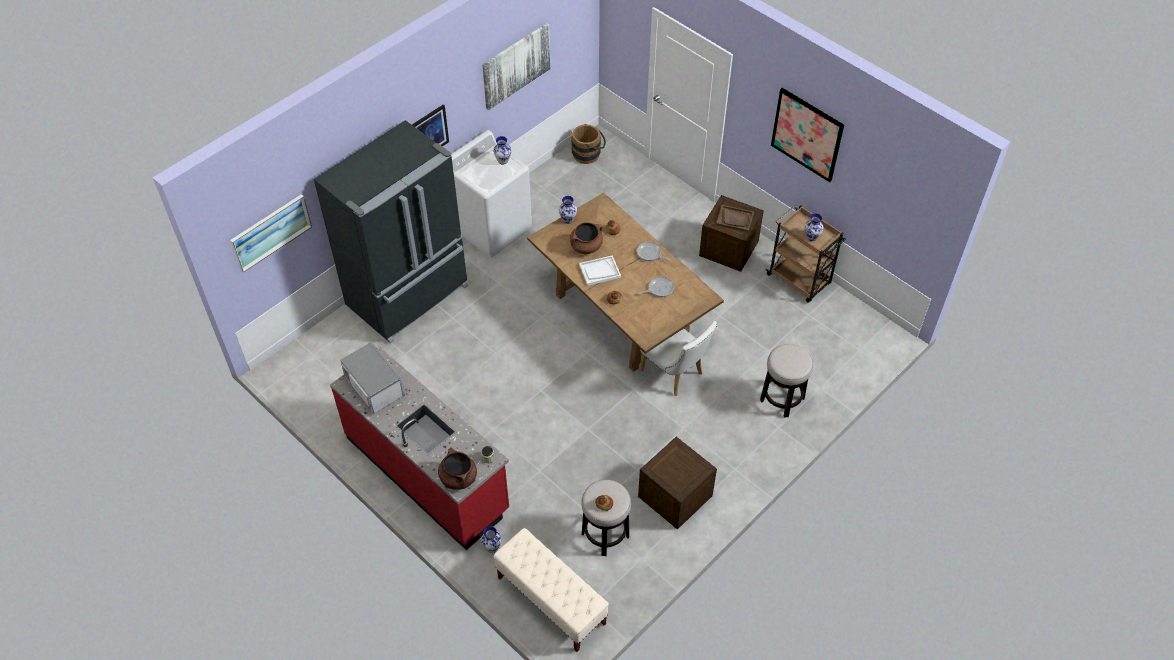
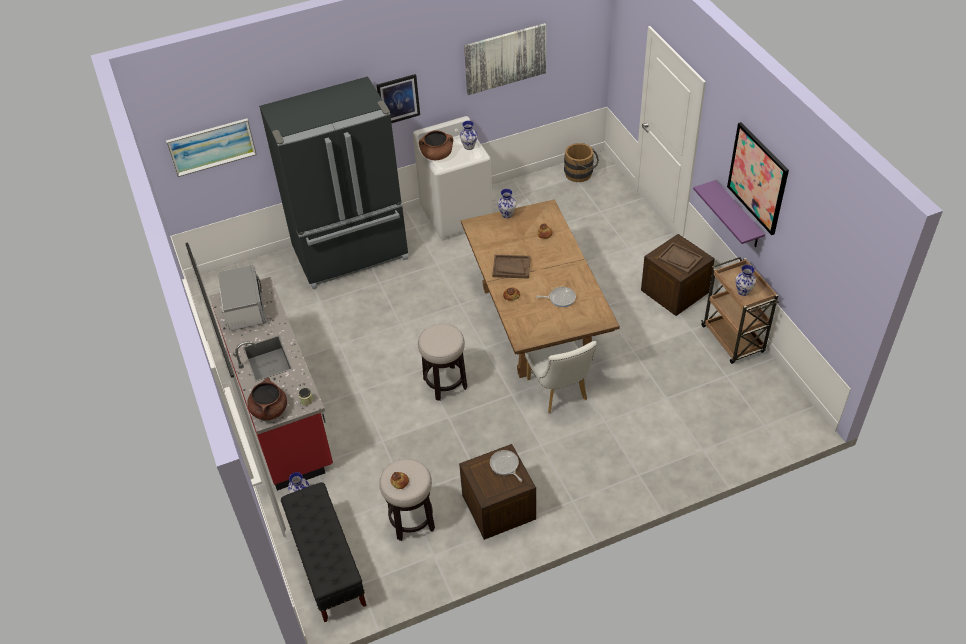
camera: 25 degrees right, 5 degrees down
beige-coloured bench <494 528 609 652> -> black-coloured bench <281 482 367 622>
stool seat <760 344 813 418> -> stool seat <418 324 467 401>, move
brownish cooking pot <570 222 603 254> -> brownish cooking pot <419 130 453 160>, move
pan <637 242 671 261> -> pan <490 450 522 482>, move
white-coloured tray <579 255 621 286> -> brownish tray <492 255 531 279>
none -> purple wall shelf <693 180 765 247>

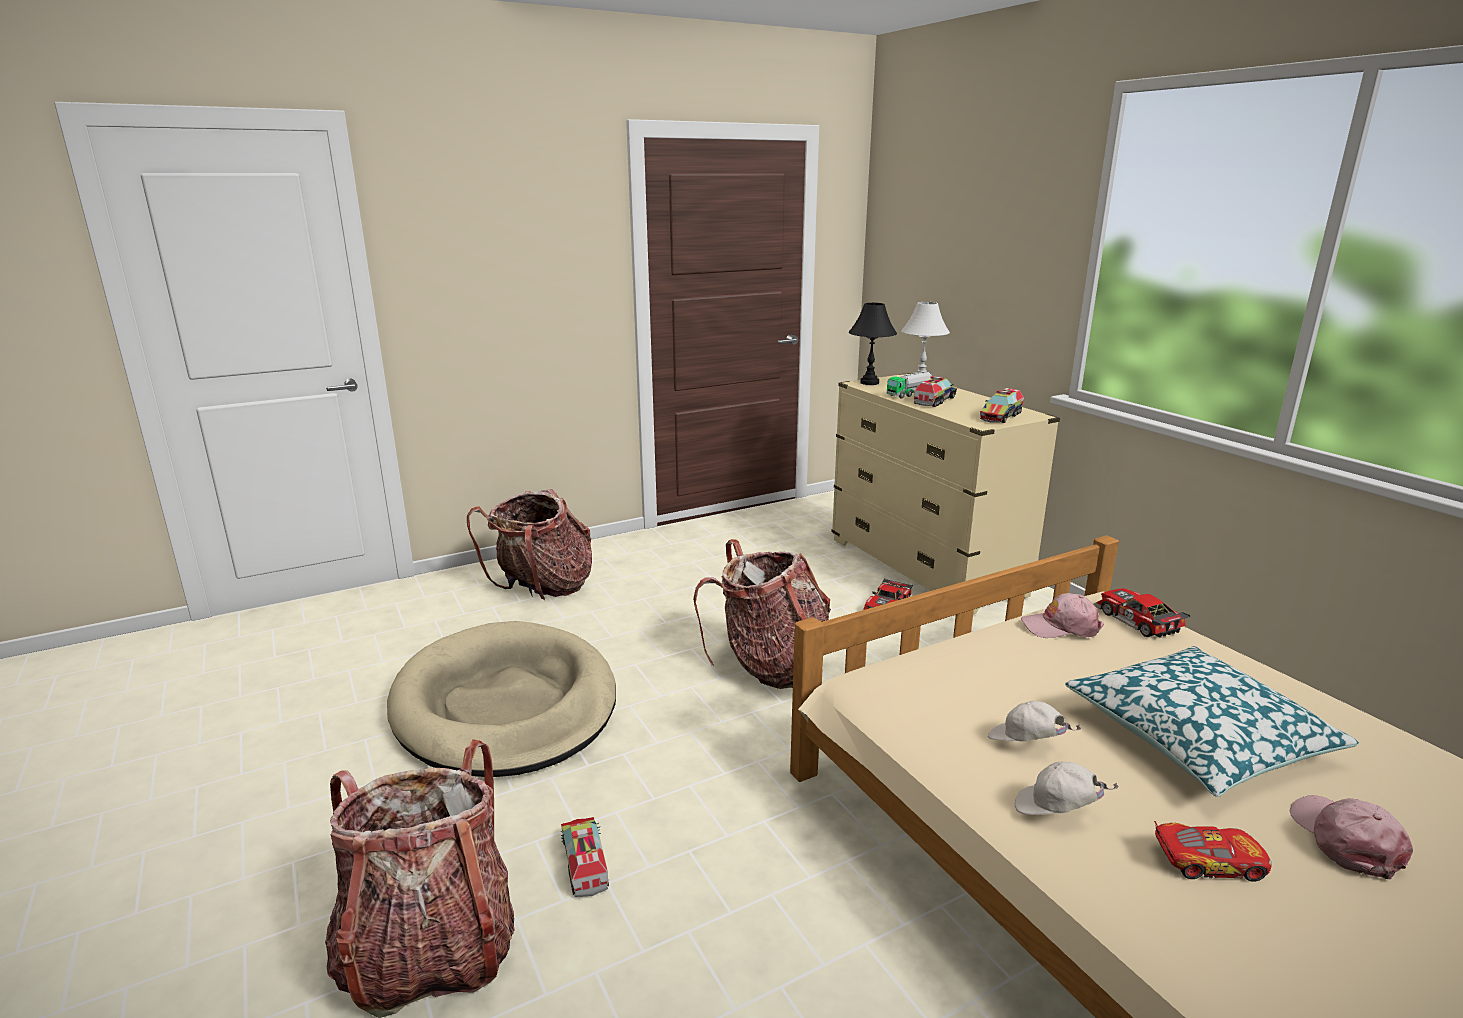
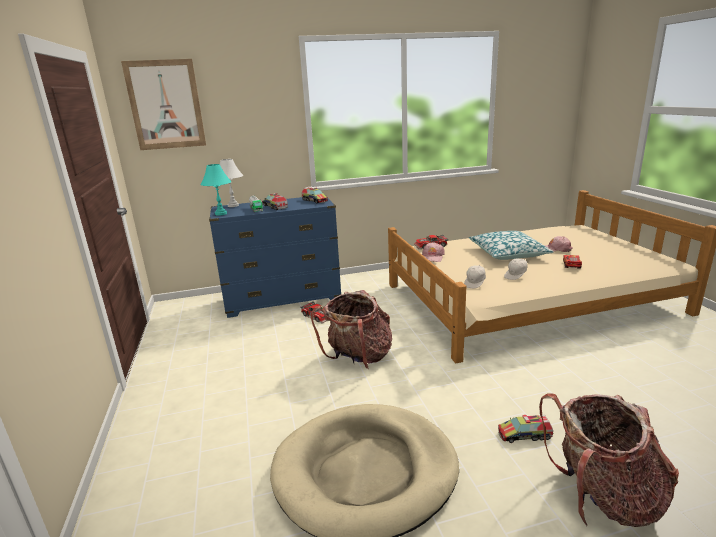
camera: 75 degrees left, 0 degrees up
none -> picture <121 59 206 150>
black-coloured table lamp <849 303 897 385> -> turquoise-coloured table lamp <200 164 232 216>
beige-coloured dresser <832 373 1060 614> -> blue-coloured dresser <209 197 341 318>
white-coloured baseball cap <1015 762 1118 815> -> white-coloured baseball cap <464 264 486 288>, move
rucksack <467 489 592 600> -> none

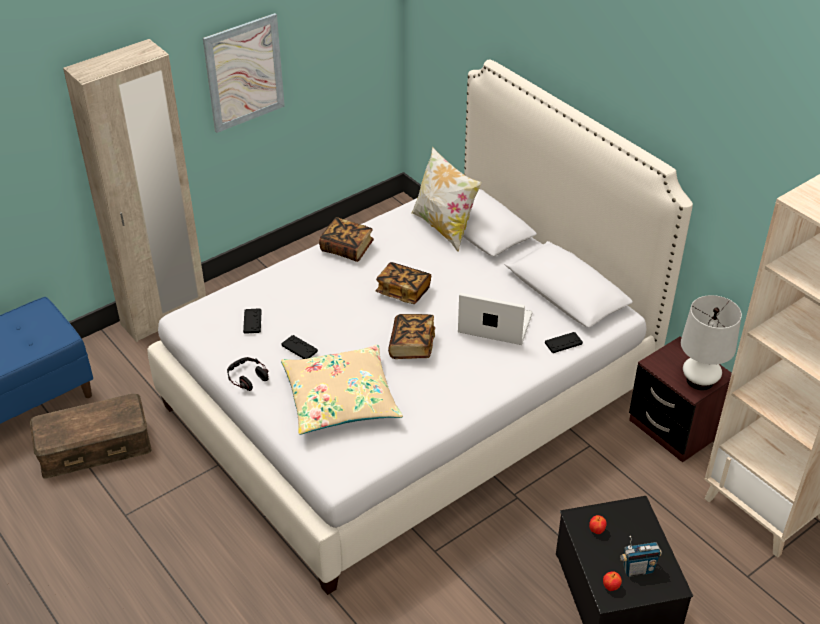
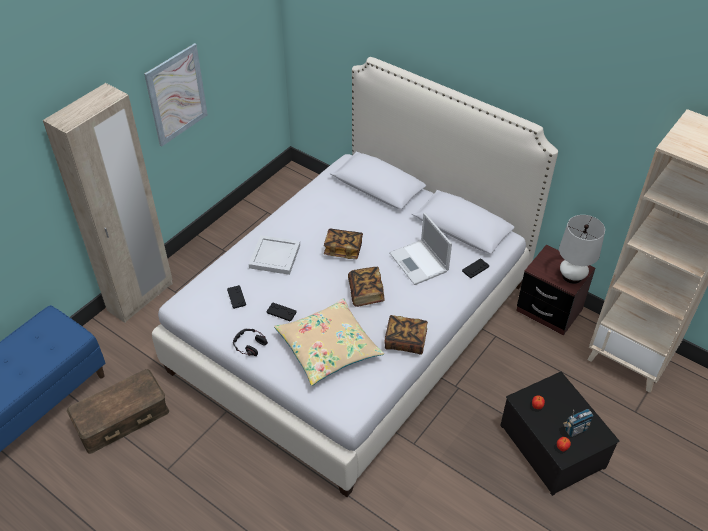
camera: 15 degrees left, 5 degrees up
none -> white-coloured tray <249 235 300 275>
volume <319 217 374 262> -> volume <384 315 428 355>, move
notebook computer <458 293 533 345> -> notebook computer <389 213 452 285>, 120 degrees counterclockwise
cushion <411 147 482 252> -> none

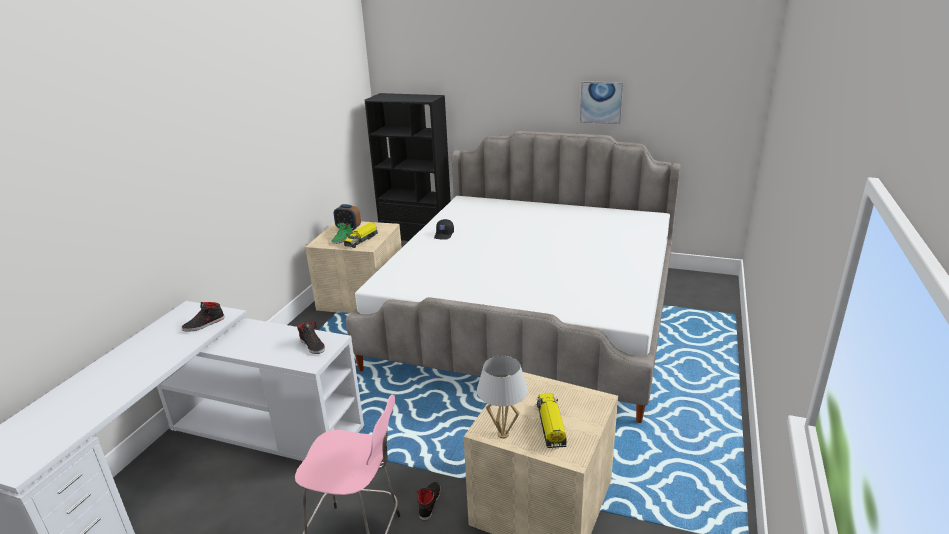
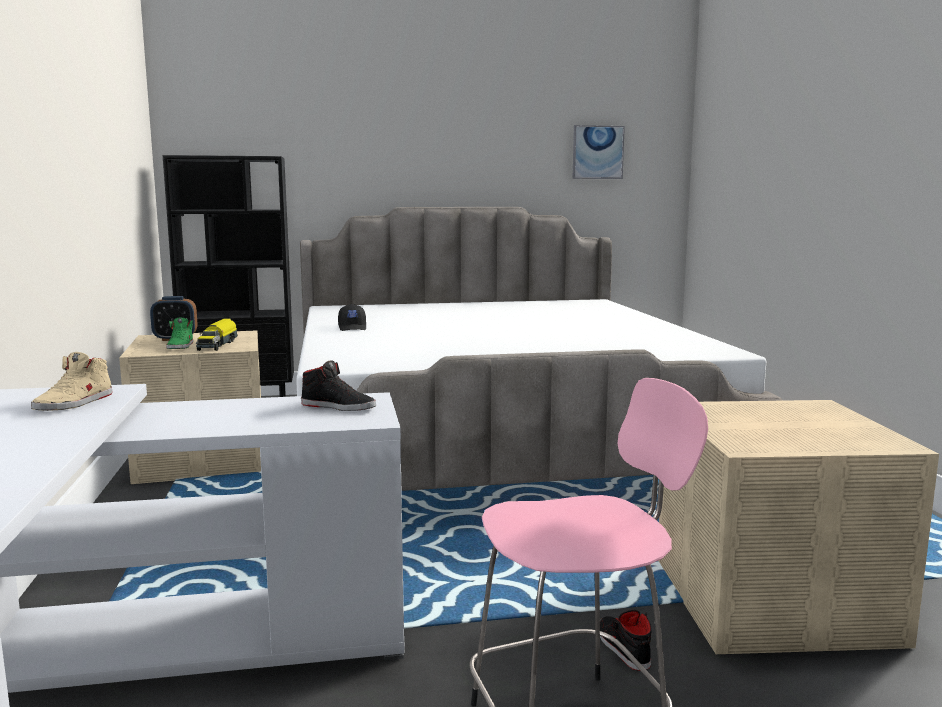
camera: 30 degrees left, 15 degrees down
black-coloured item of footwear <182 302 224 332> -> beige-coloured item of footwear <31 352 112 411>
picture <580 81 623 124> -> picture <573 125 625 179>, move
white-coloured table lamp <477 356 528 439> -> none
model truck <537 394 567 448> -> none

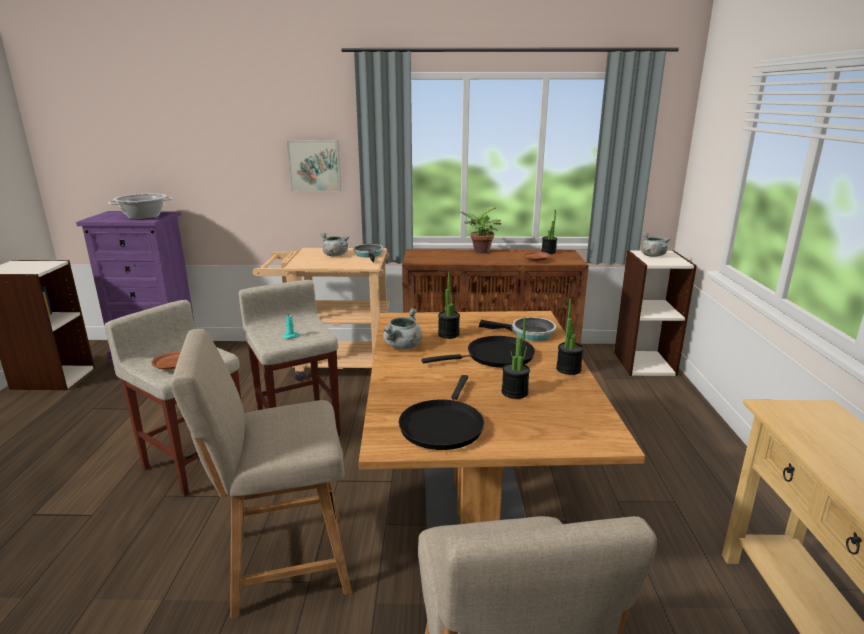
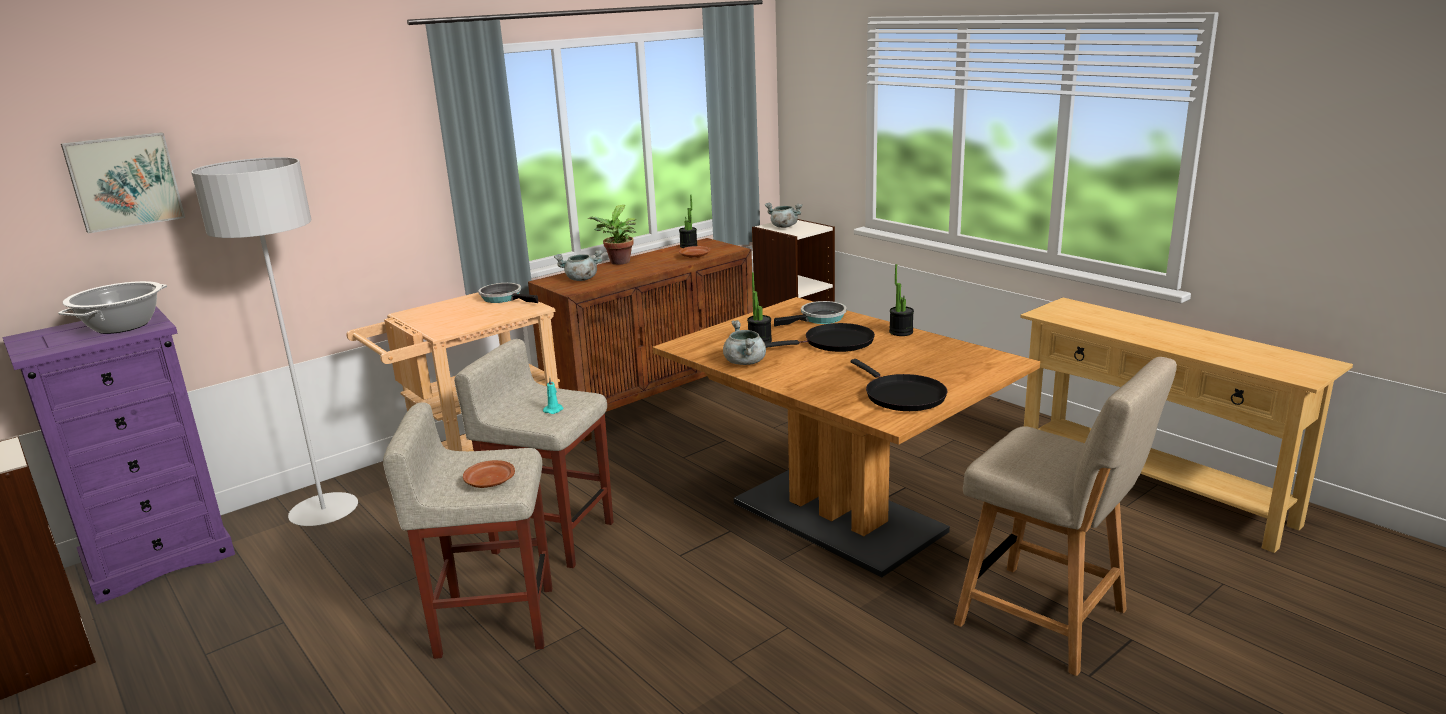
camera: 40 degrees left, 0 degrees up
picture <287 140 341 192> -> picture <61 132 185 233>, move
none -> gray standard lamp <191 157 358 526>
gray cooking pot <320 233 349 256> -> gray cooking pot <554 250 603 281>, move
black-coloured pan <421 336 535 368> -> black-coloured pan <765 323 875 352>, 45 degrees clockwise
beige-coloured upright chair <171 329 352 618> -> none
potted plant <501 317 530 399> -> none

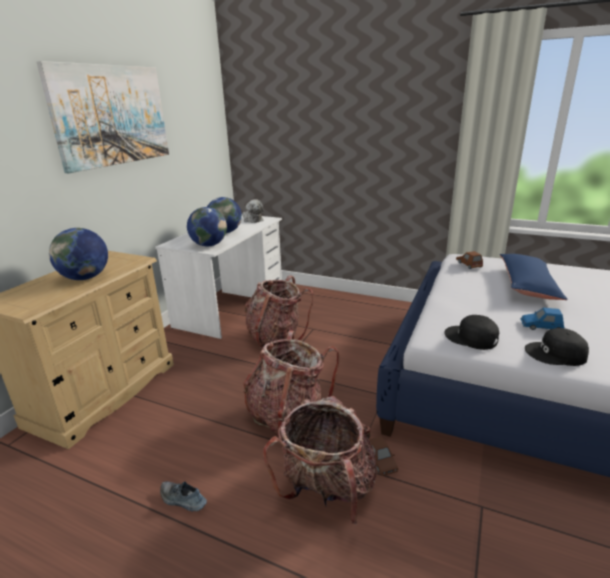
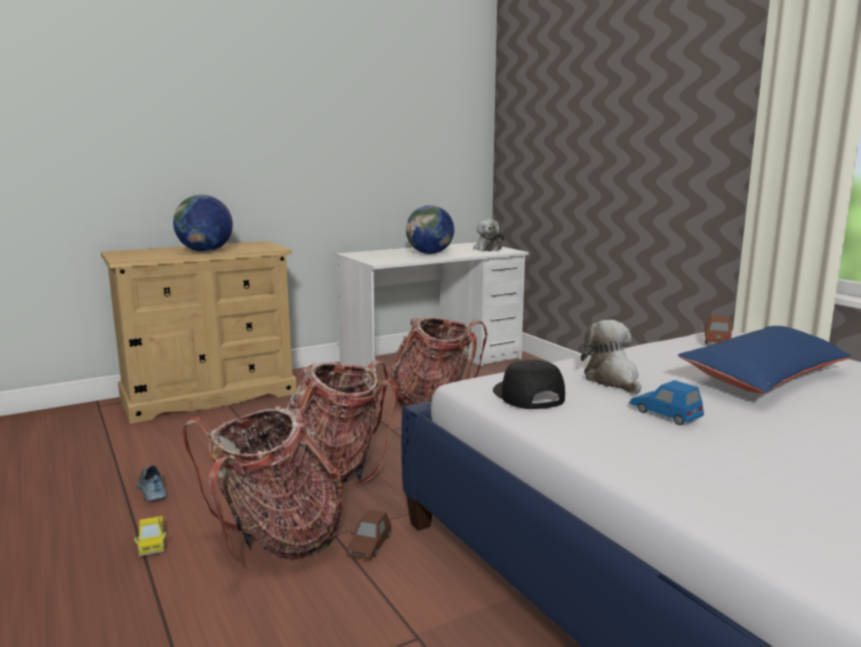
camera: 35 degrees right, 10 degrees down
none -> model truck <134 516 166 556>
none -> cuddly toy <581 320 641 394>
picture <36 61 169 173> -> none
world globe <187 207 227 247> -> none
black-coloured baseball cap <525 328 589 366> -> none

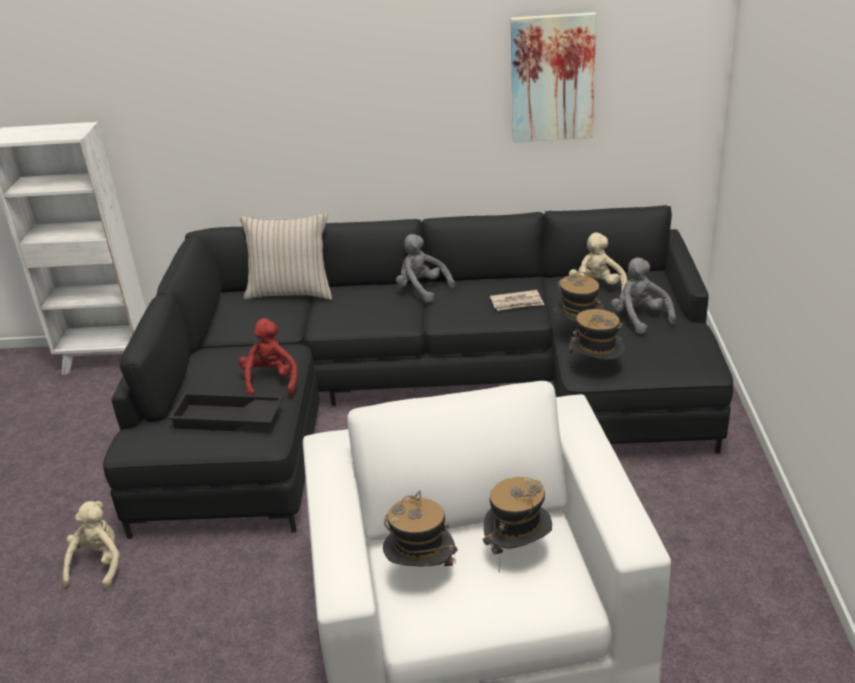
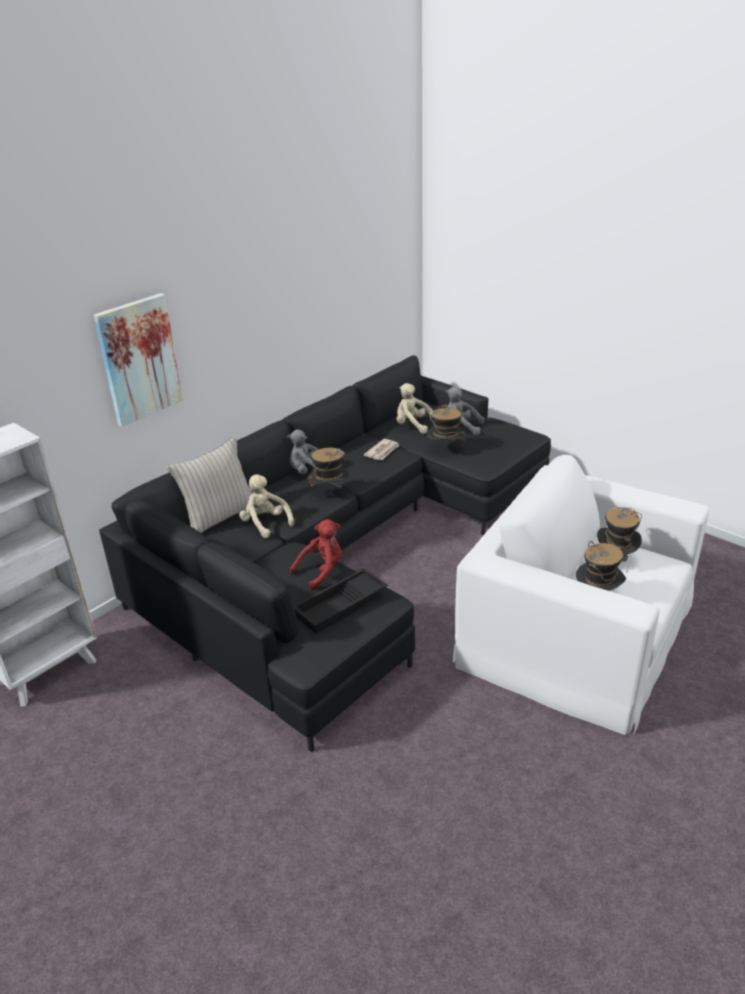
camera: 50 degrees left, 0 degrees up
picture <511 12 596 142> -> picture <94 293 183 426>, move
beige-coloured cuddly toy <62 501 120 589> -> beige-coloured cuddly toy <239 474 294 538>, move
red-coloured cuddly toy <239 318 298 396> -> red-coloured cuddly toy <290 519 342 590>, 105 degrees clockwise
hat <568 309 625 368> -> hat <307 447 350 488>, move

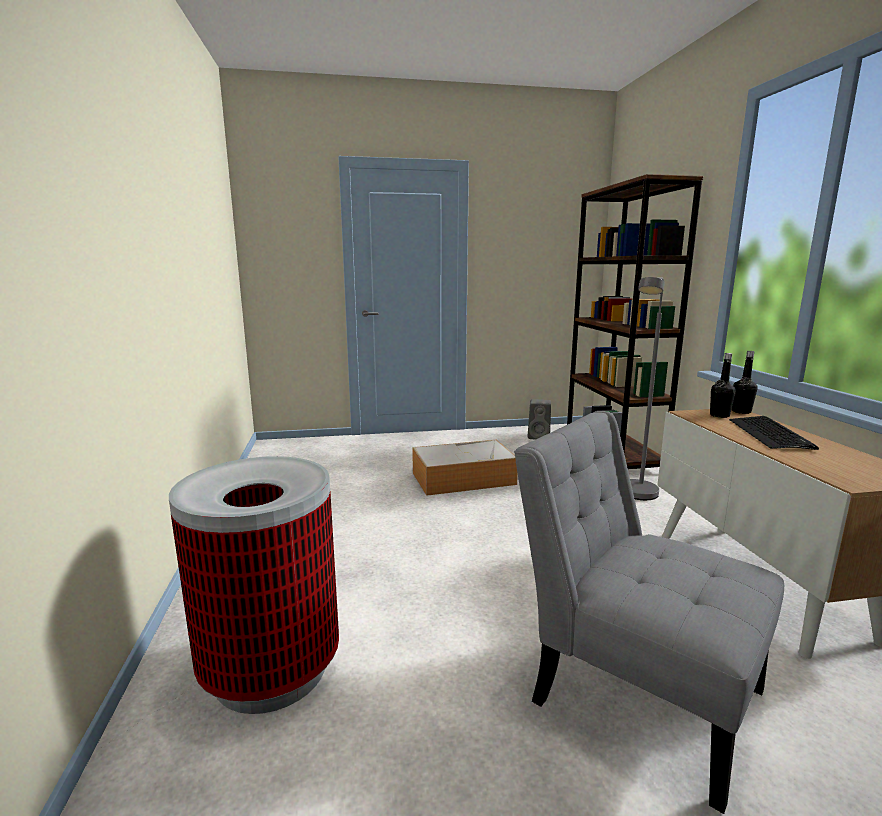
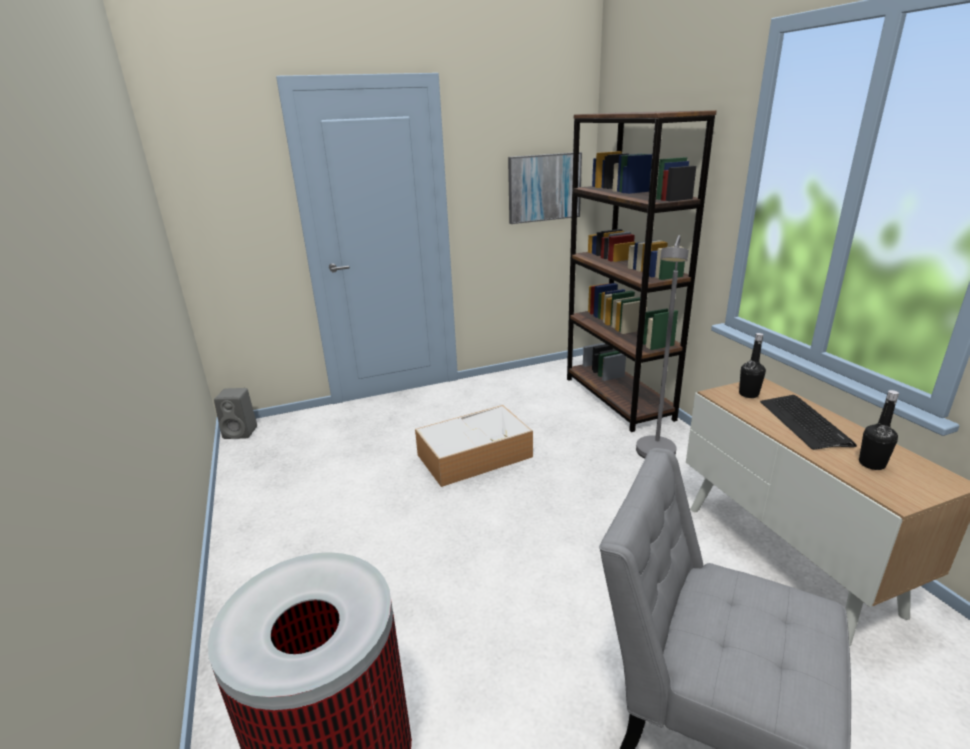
camera: 10 degrees left, 10 degrees up
gray loudspeaker <528 399 551 439> -> gray loudspeaker <214 388 257 439>, move
none -> picture <508 152 582 224>
black-coloured bottle <732 351 758 414> -> black-coloured bottle <859 390 899 470>, move

